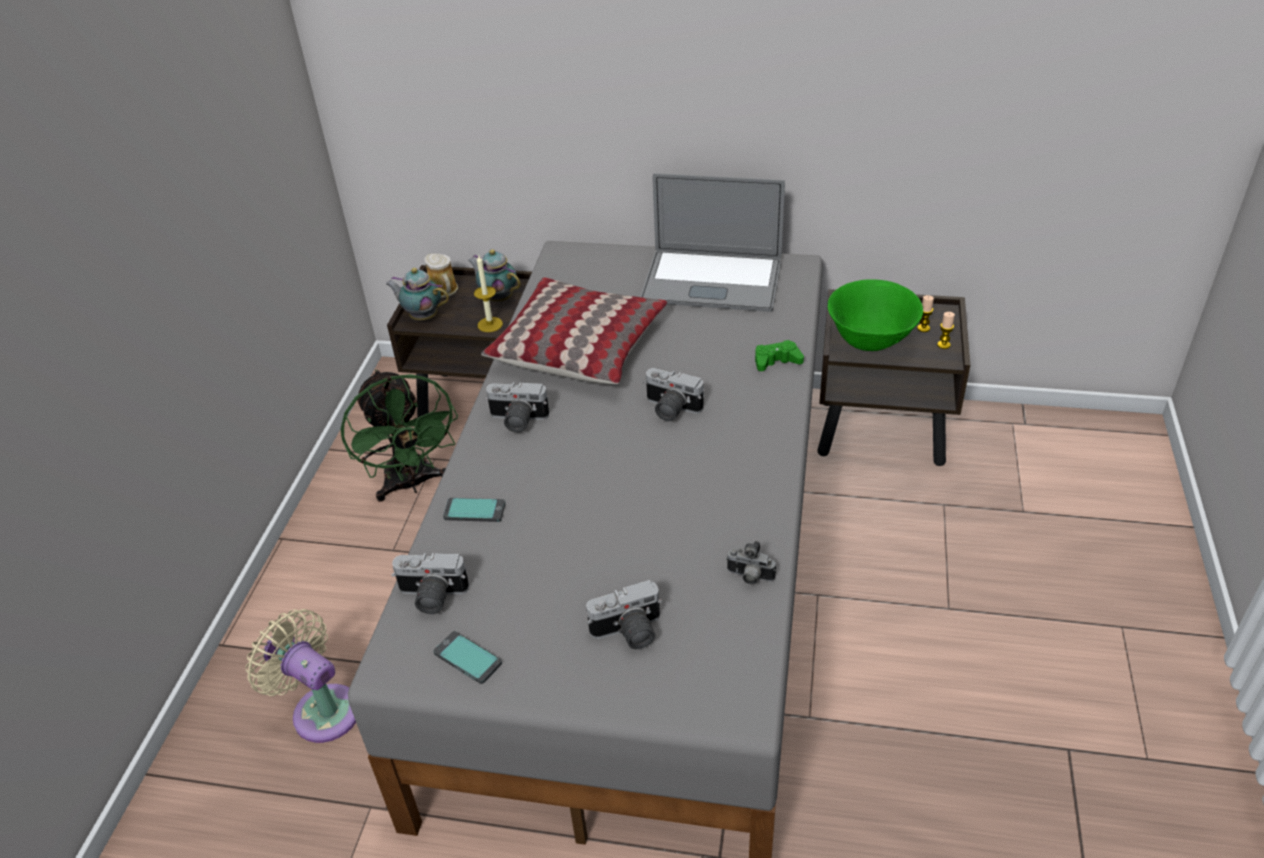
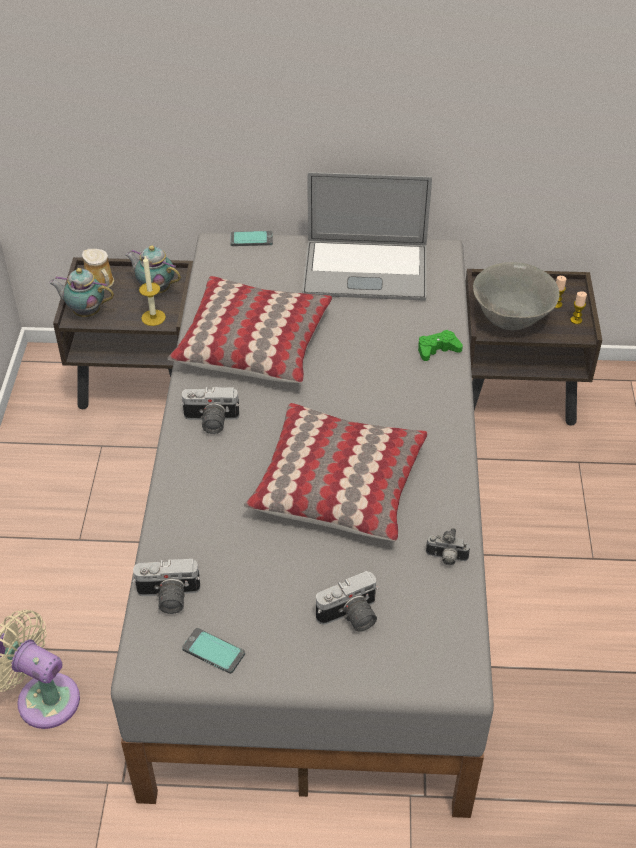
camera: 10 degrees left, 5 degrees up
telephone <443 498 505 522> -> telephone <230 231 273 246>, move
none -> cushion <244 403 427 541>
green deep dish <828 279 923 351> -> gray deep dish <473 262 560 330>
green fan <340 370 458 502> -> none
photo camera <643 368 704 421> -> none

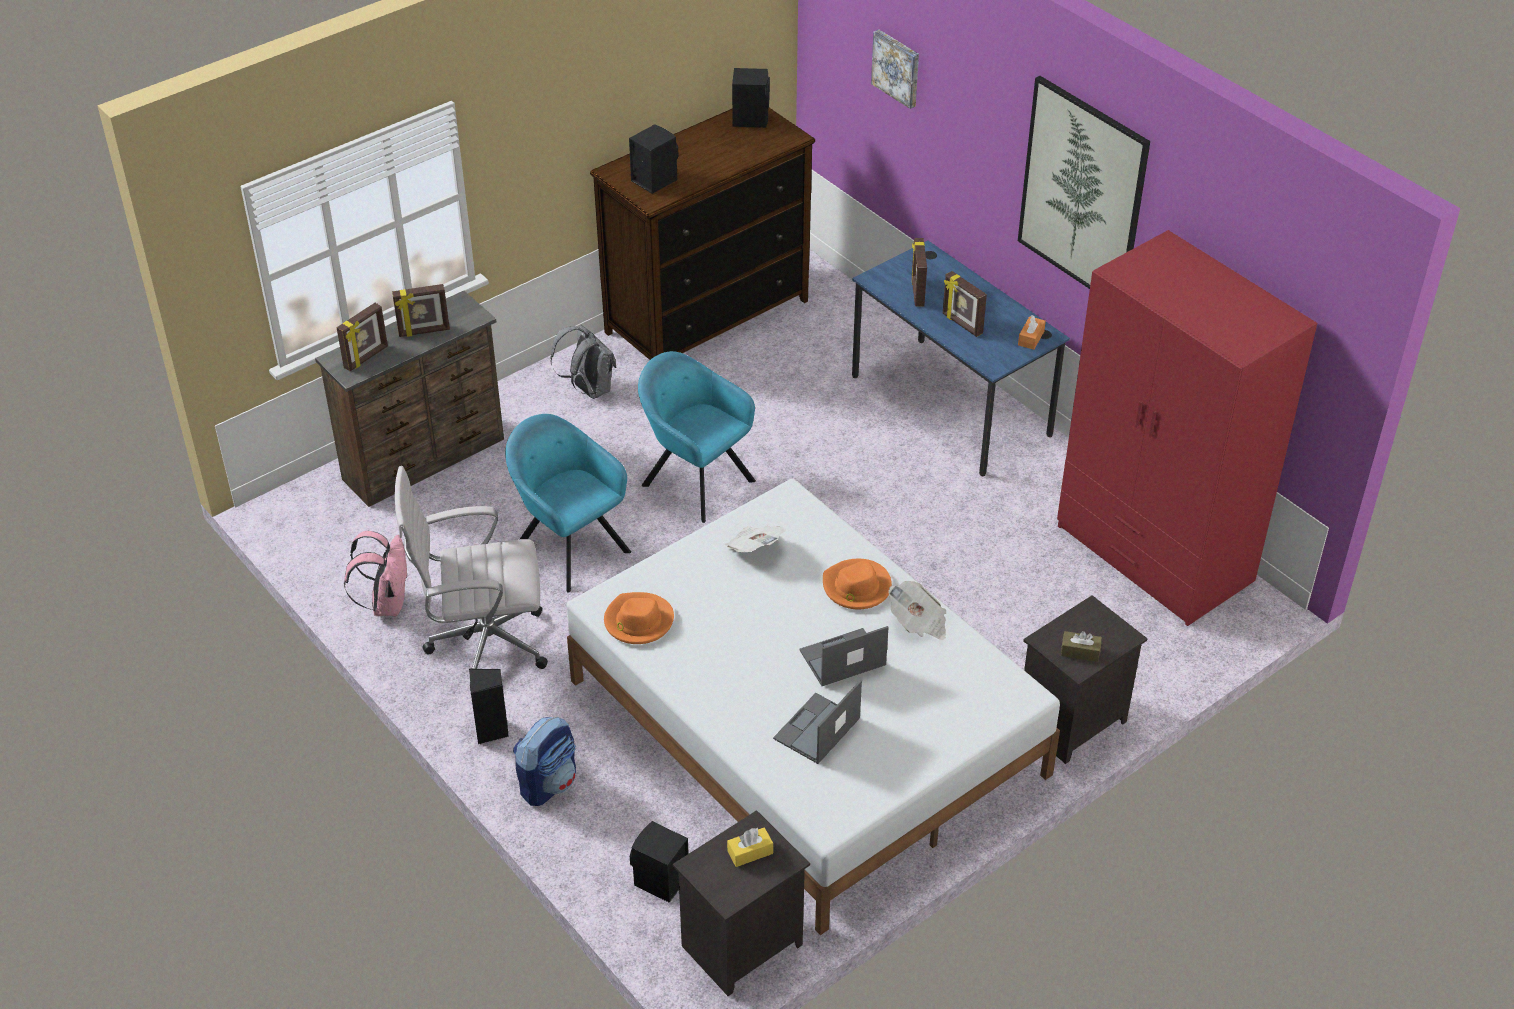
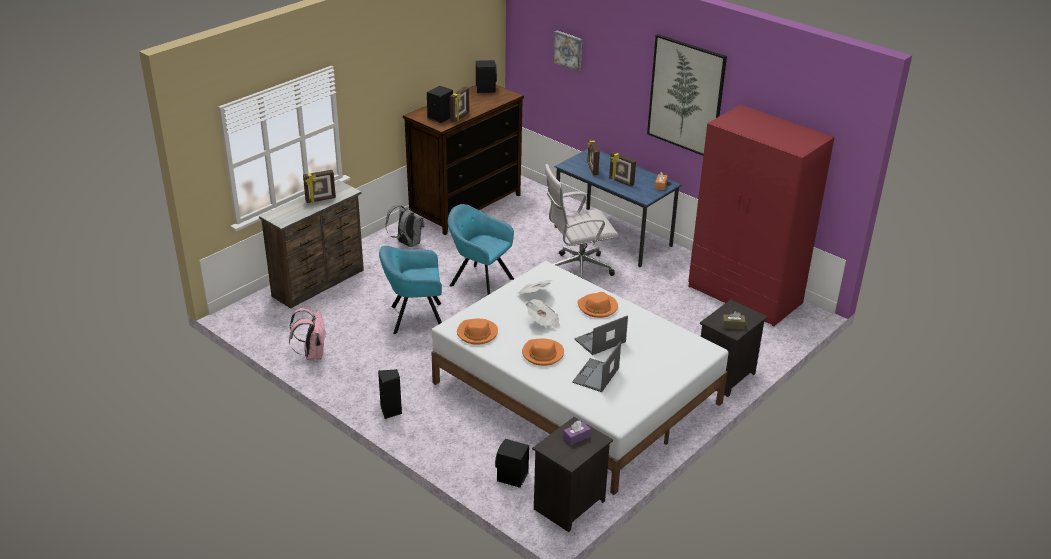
camera: 10 degrees left, 10 degrees down
turquoise-coloured easy chair <505 414 631 593> -> turquoise-coloured easy chair <379 246 442 334>, 45 degrees counterclockwise
photo frame <337 303 388 371> -> photo frame <450 87 469 122>, move
none -> orange-coloured hat <522 339 564 366>
newspaper <888 581 946 640> -> newspaper <525 299 560 329>, move
white-coloured desk chair <395 466 548 691> -> white-coloured desk chair <544 164 618 279>, move
yellow tissue holder <727 827 773 867> -> purple tissue holder <563 421 591 445>
rucksack <513 717 576 806> -> none

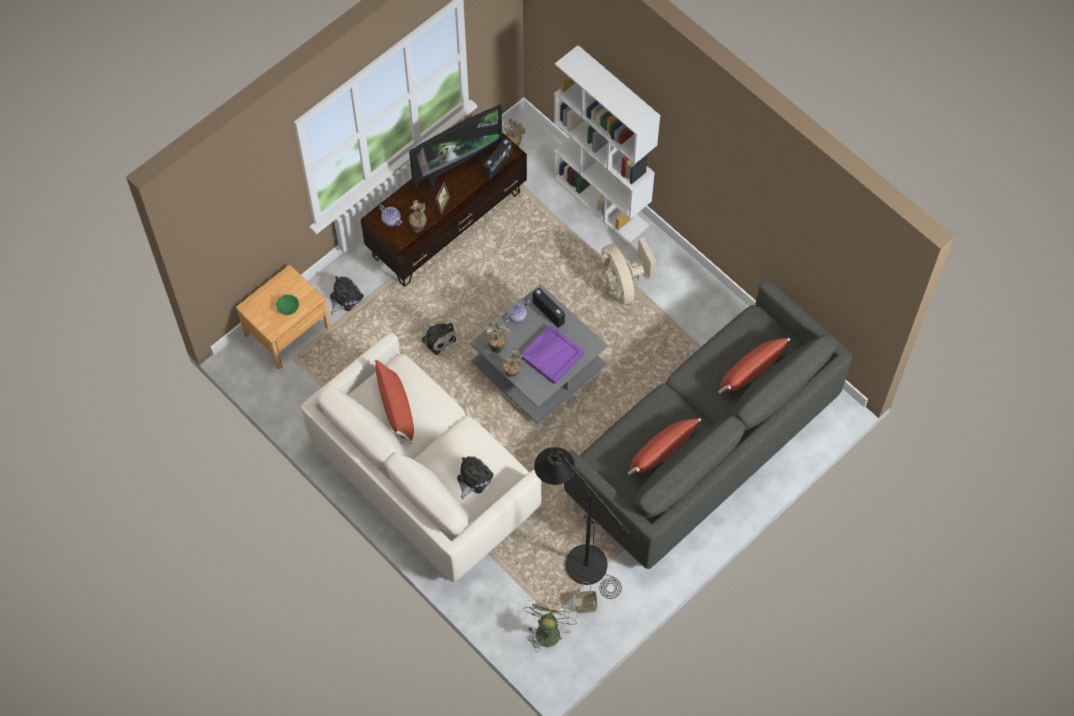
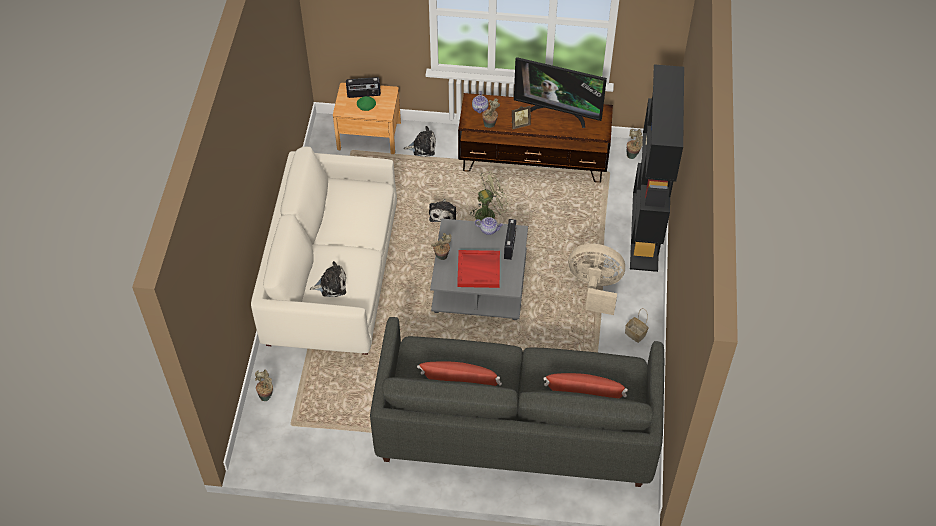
camera: 50 degrees right, 10 degrees down
potted plant <486 322 510 353> -> potted plant <255 370 273 401>, move
radio receiver <483 138 512 180> -> radio receiver <346 77 381 98>, move
purple tray <521 325 585 384> -> red-coloured tray <457 250 500 288>
green fan <523 597 578 652> -> green fan <468 171 509 222>, move
beige-coloured fan <601 237 656 305> -> beige-coloured fan <568 244 625 315>, 75 degrees clockwise
storage basket <574 582 597 613> -> storage basket <625 308 649 343>, move
white-coloured bookcase <553 45 660 244> -> black-coloured bookcase <630 64 684 272>
red-coloured cushion <375 359 414 444> -> none
black-coloured standard lamp <534 447 631 599> -> none

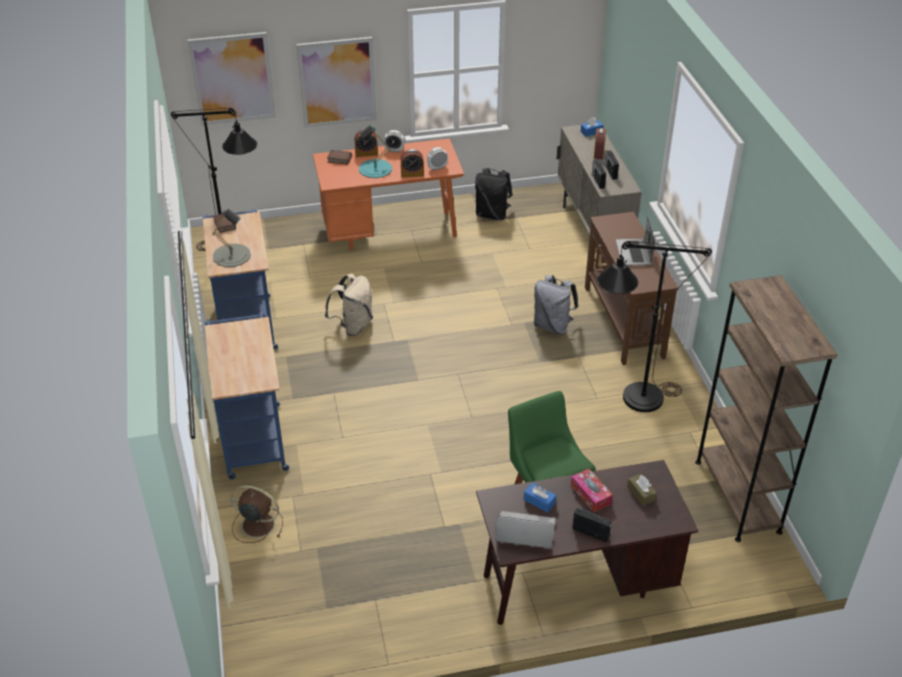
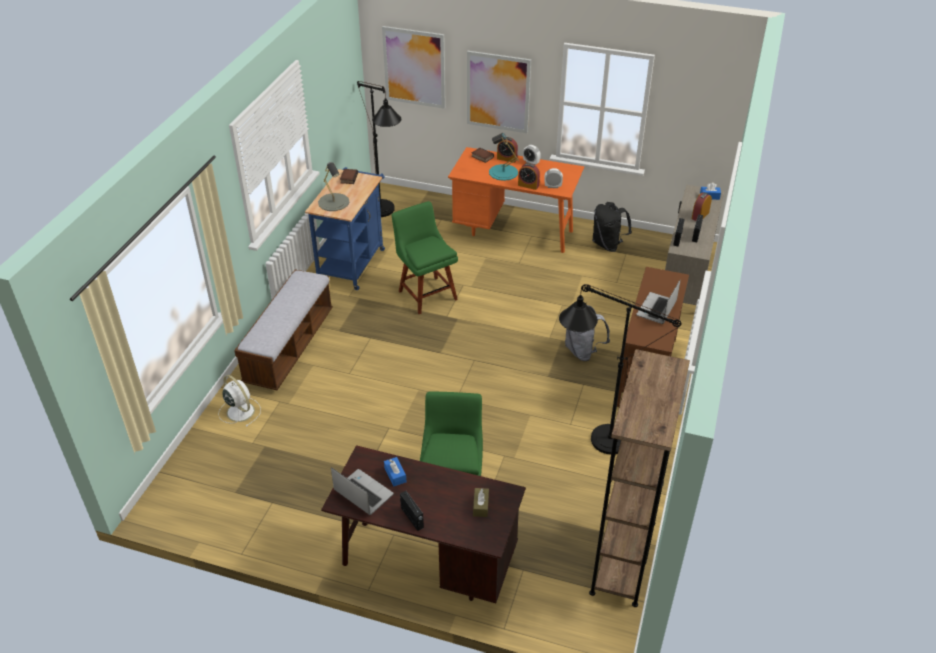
camera: 30 degrees right, 0 degrees up
brownish fan <231 485 283 543> -> white-coloured fan <218 375 261 427>
blue-coloured wheeled cart <205 312 289 480> -> bench <234 269 333 390>
beige-coloured rucksack <324 274 373 336> -> green upright chair <392 201 458 314>
tissue holder <570 468 613 512> -> none

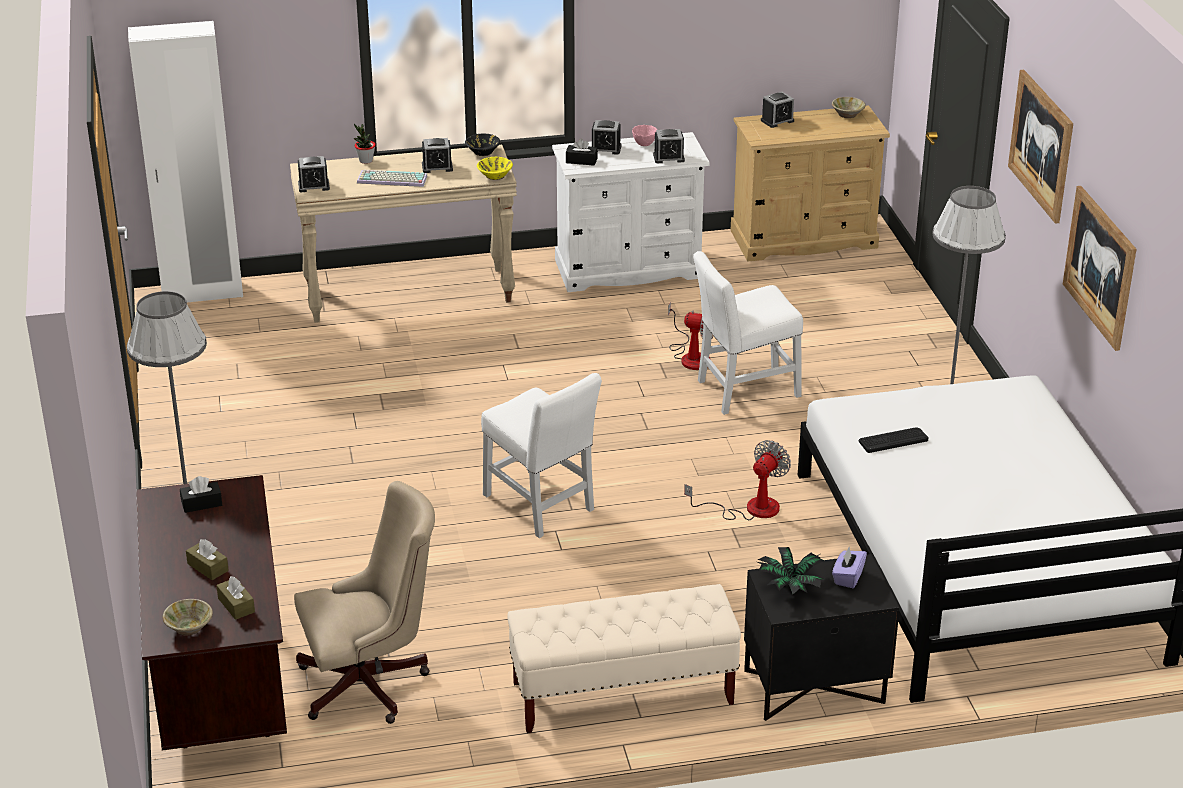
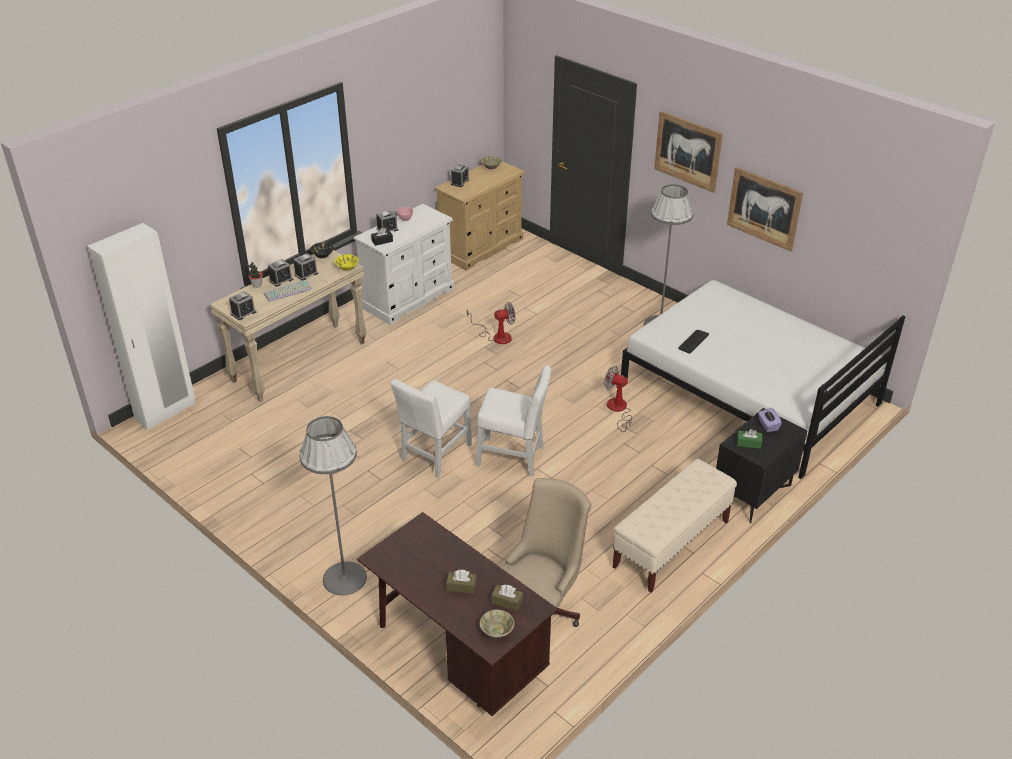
camera: 35 degrees left, 5 degrees up
bedside clock <653 129 685 163> -> bedside clock <268 259 293 287>, move
white-coloured upright chair <693 251 803 415> -> white-coloured upright chair <391 379 472 478>, move
fan <684 440 791 520> -> fan <604 366 632 432>, 60 degrees counterclockwise
potted plant <757 547 826 594> -> green tissue holder <737 429 762 449>
black-coloured tissue holder <180 476 222 513> -> none

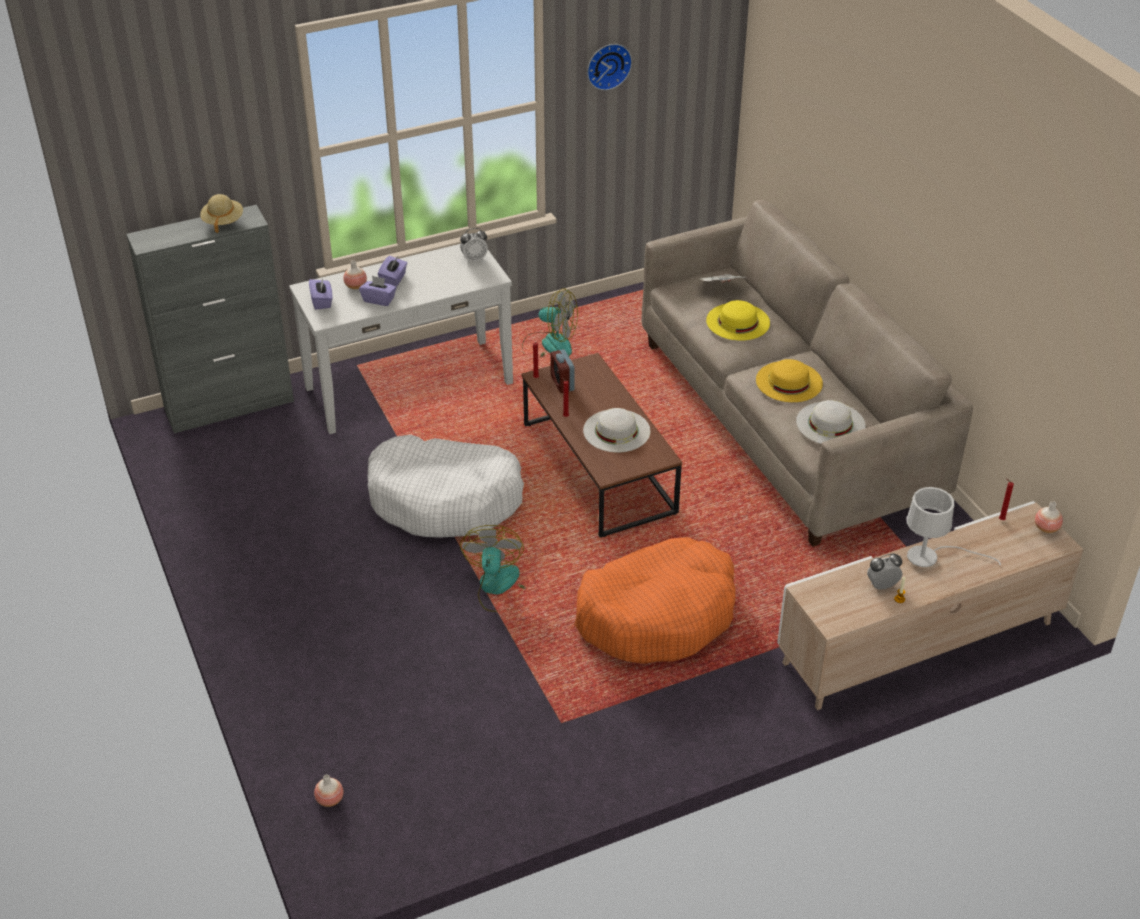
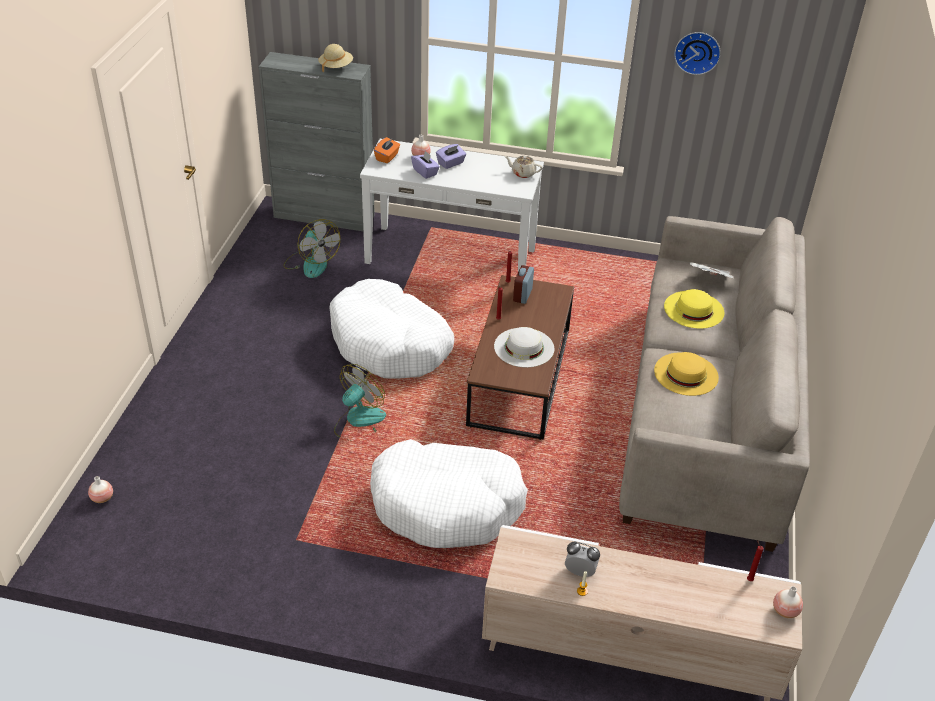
camera: 35 degrees right, 0 degrees up
fan <522 289 578 357> -> fan <283 219 340 278>, move
orange-coloured dog bed <574 537 736 664> -> white-coloured dog bed <370 439 528 548>
purple tissue holder <309 278 333 310> -> orange-coloured tissue holder <374 137 400 163>
bedside clock <460 228 488 263> -> beige-coloured teapot <505 156 542 178>
white-coloured hat <796 400 866 444> -> none
white-coloured table lamp <907 487 1001 567> -> none

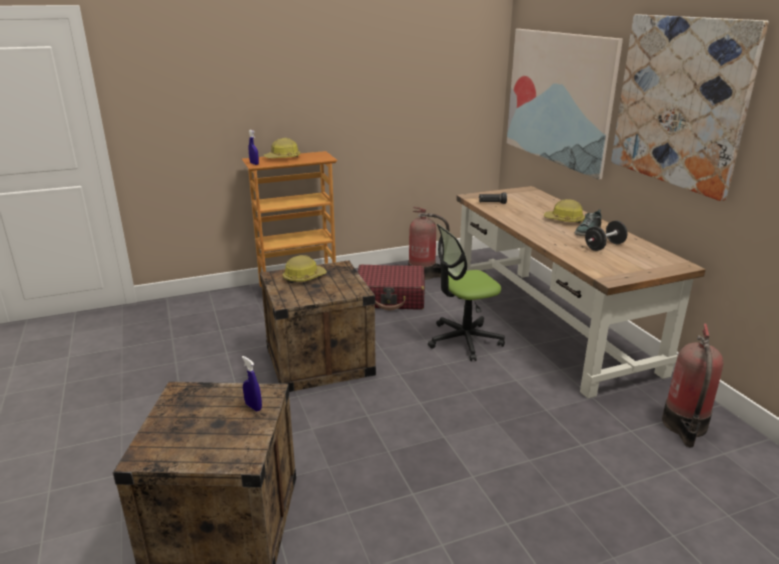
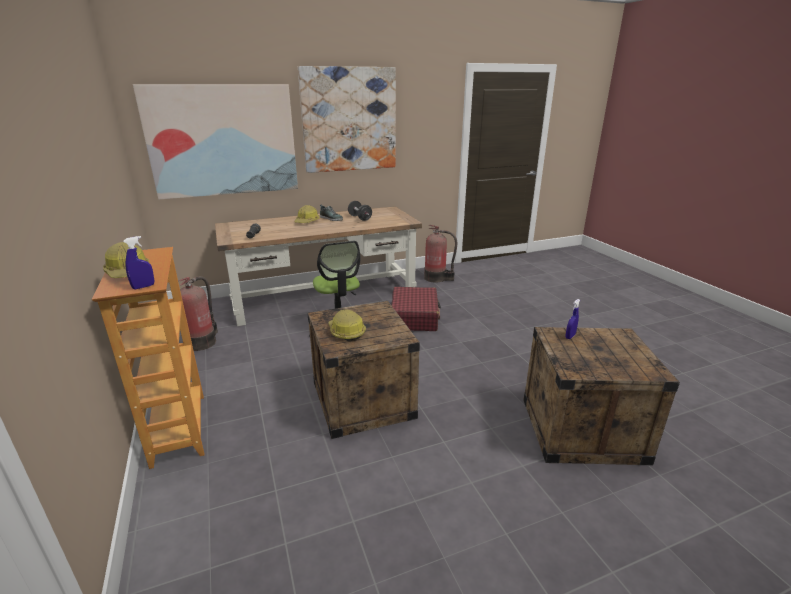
camera: 90 degrees left, 0 degrees up
red-coloured travel case <358 264 425 310> -> red-coloured travel case <391 287 441 331>, move

